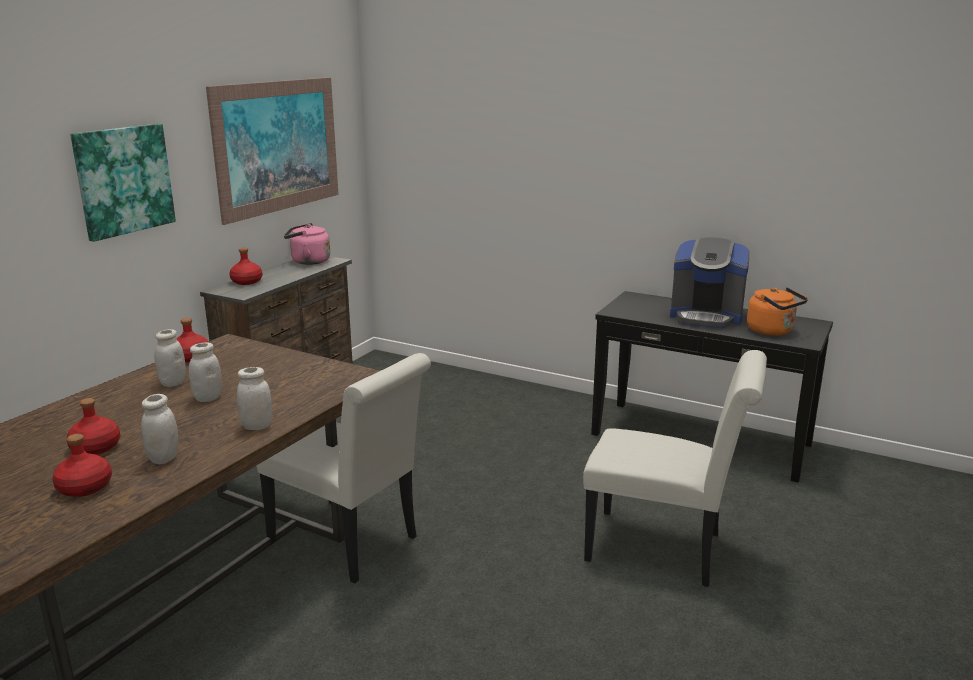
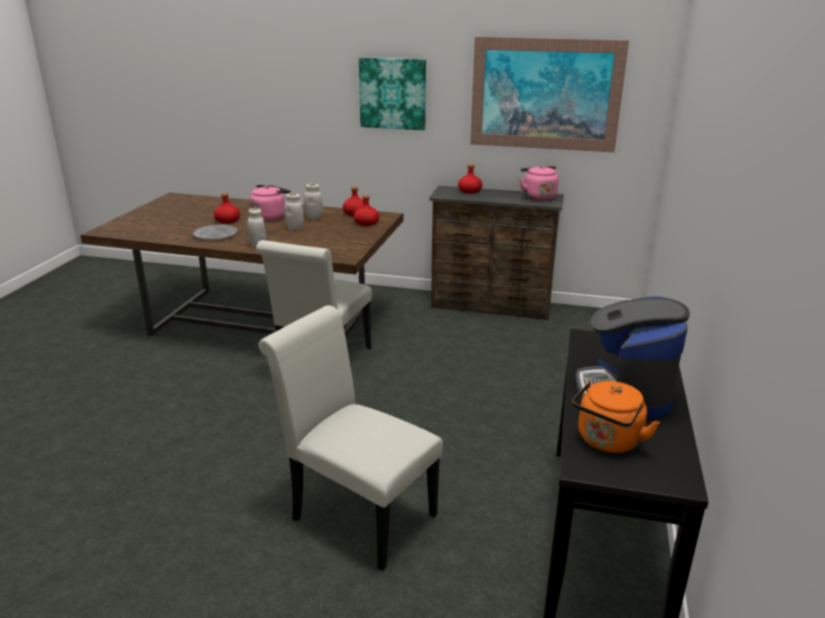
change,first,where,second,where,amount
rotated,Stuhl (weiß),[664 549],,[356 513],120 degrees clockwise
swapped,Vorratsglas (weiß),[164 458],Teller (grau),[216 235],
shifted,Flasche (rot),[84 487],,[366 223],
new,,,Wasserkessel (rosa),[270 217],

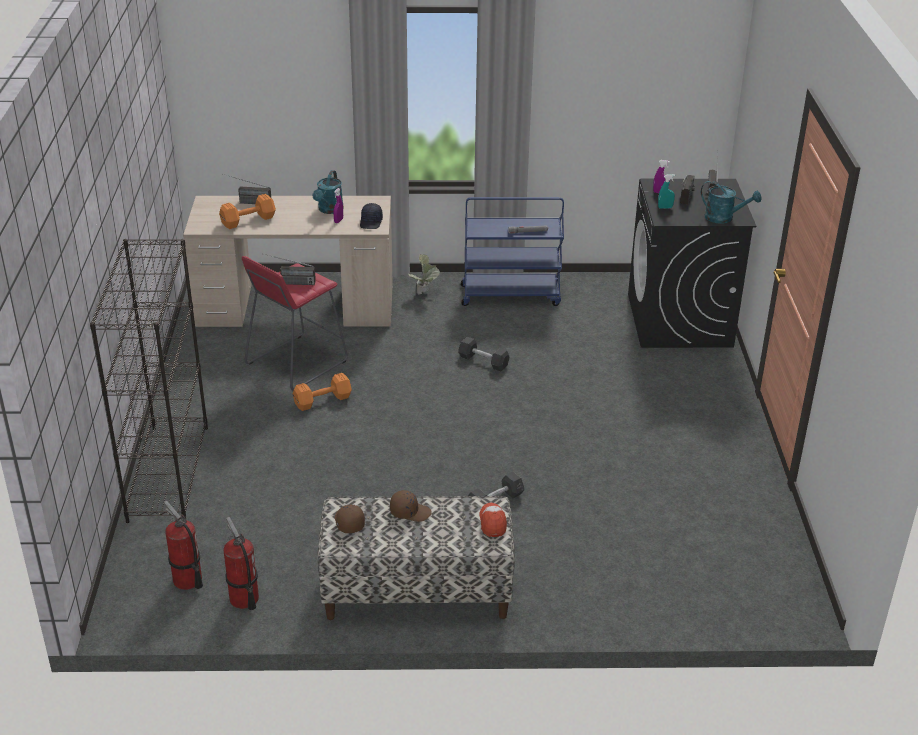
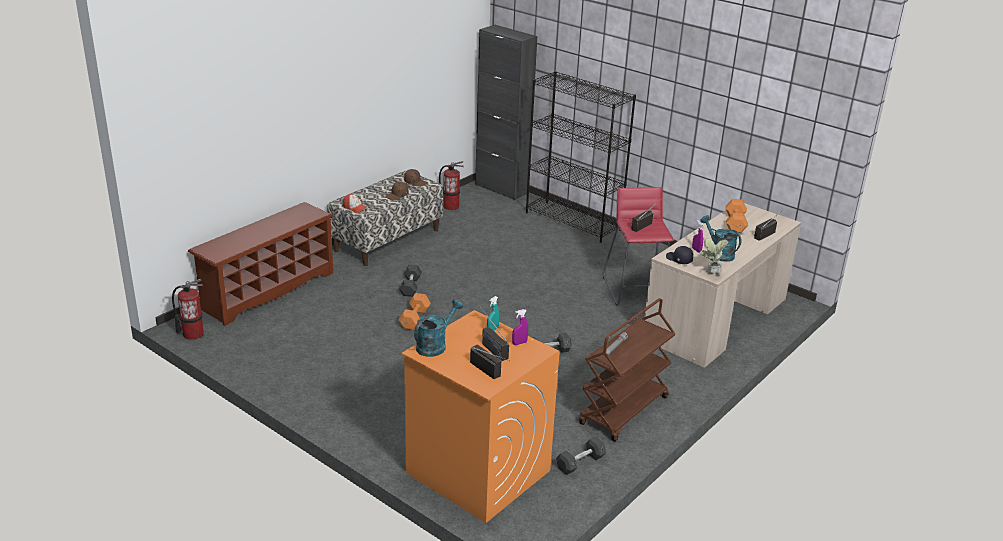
change,first,where,second,where,amount
repainted,Waschmaschine (schwarz),[680 321],Waschmaschine (orange),[477 471],
rotated,Gießkanne (türkis),[724 218],,[435 345],150 degrees clockwise
repainted,Rollwagen (blau),[511 295],Rollwagen (braun),[624 411],
shifted,Topfpflanze,[424 293],,[710 274],
shifted,Hantel (orange),[324 400],,[414 319],
shifted,Feuerlöscher,[187 580],,[193 334],
new,,,Schrank (schwarz),[501 189],
new,,,Schuhregal (braun),[268 290],
new,,,Hantel (grau),[580 463],

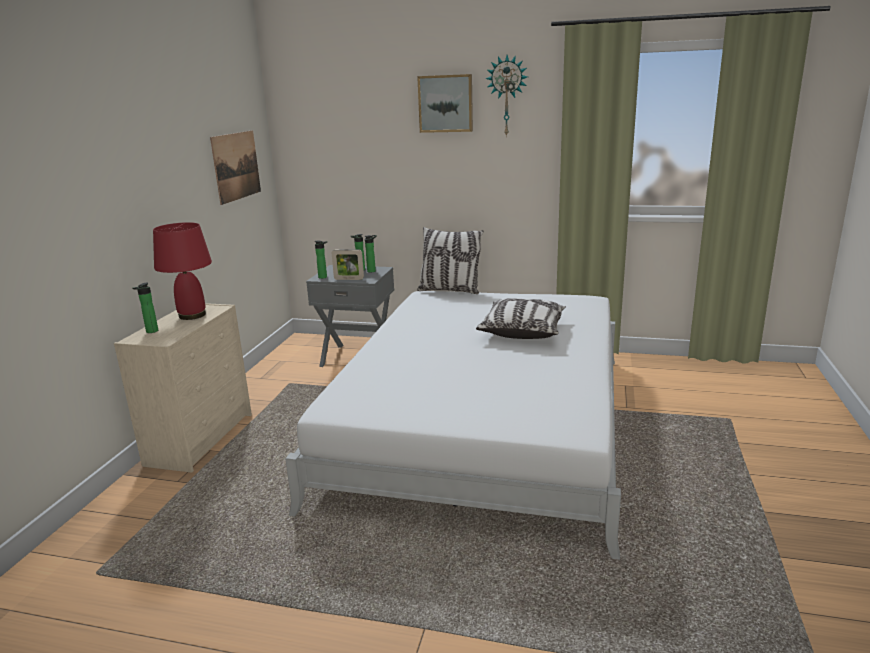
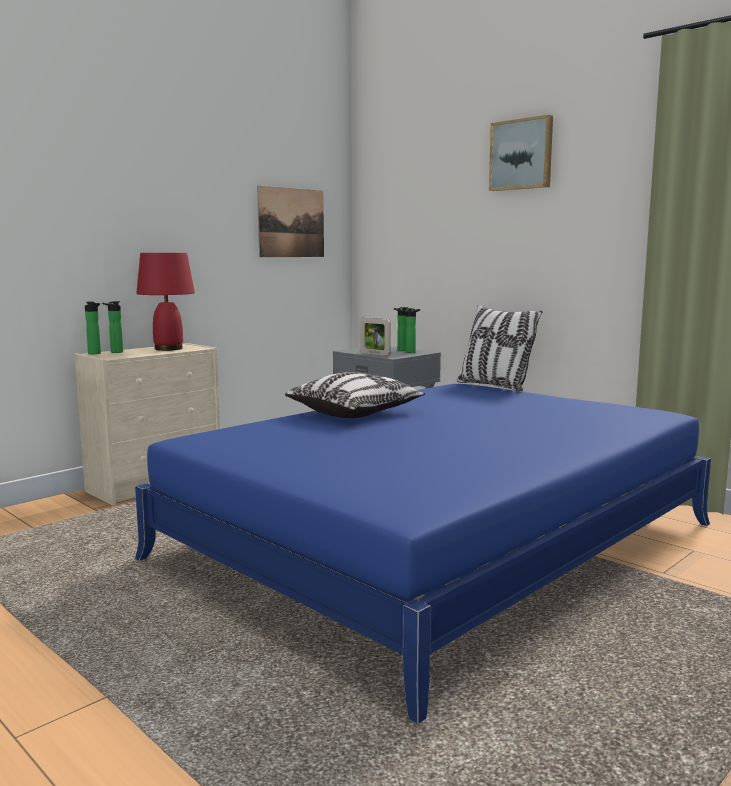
change,first,where,second,where,amount
gone,Wanduhr,[507 96],,,
shifted,Flasche,[324 277],,[95 353],
repainted,Bett (weiß),[483 424],Bett (blau),[439 541],
shifted,Kissen,[522 331],,[355 413],

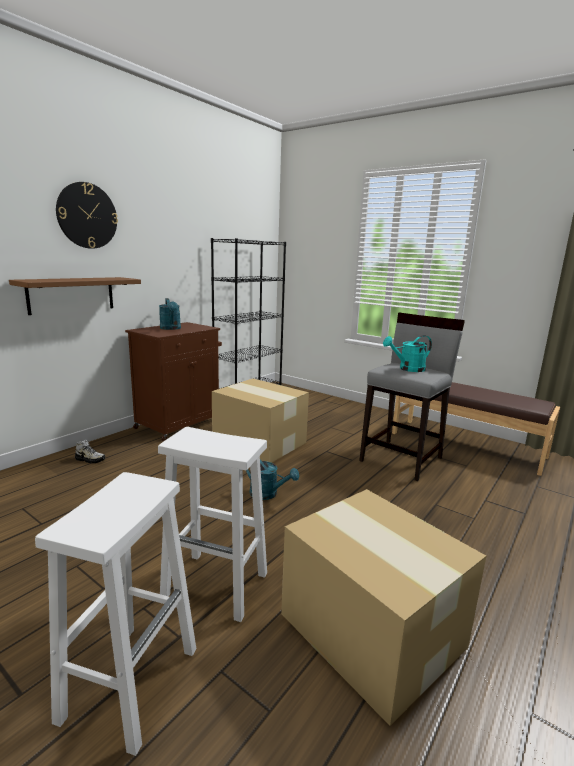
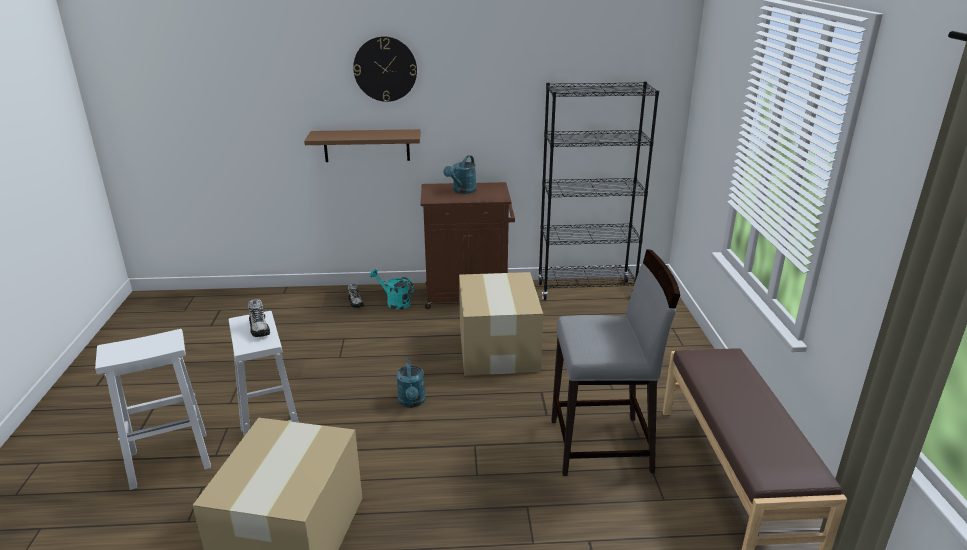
change,first,where,second,where,amount
shifted,Gießkanne (türkis),[408 369],,[394 302],
new,,,Schuh,[259 328],

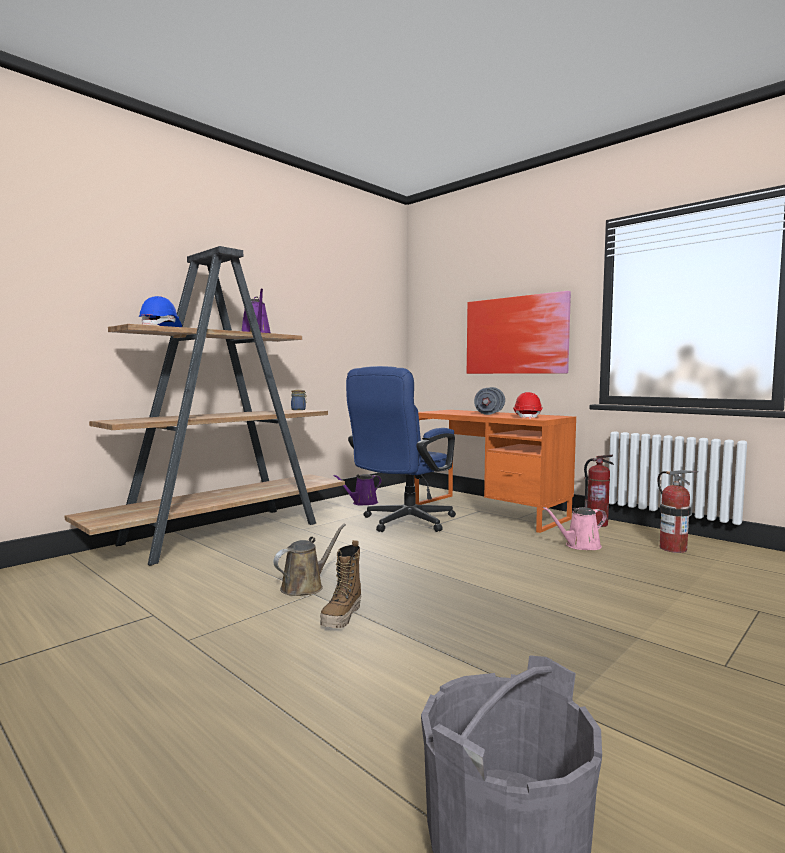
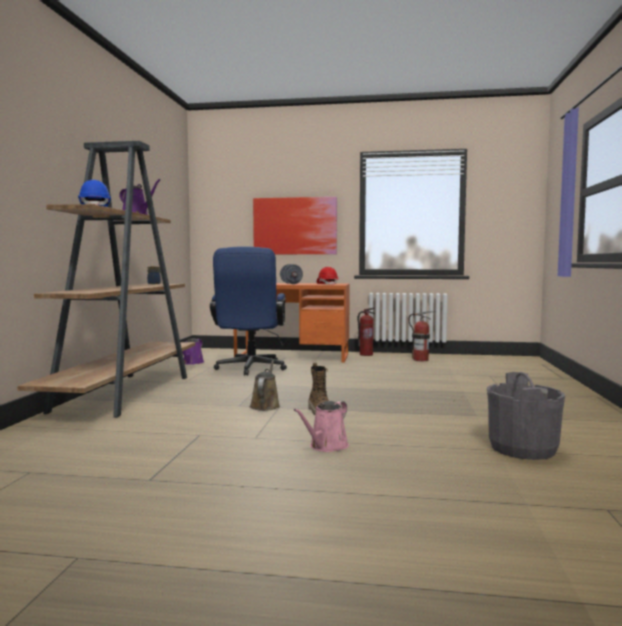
change,first,where,second,where,amount
shifted,Gießkanne (rosa),[580 546],,[326 446],

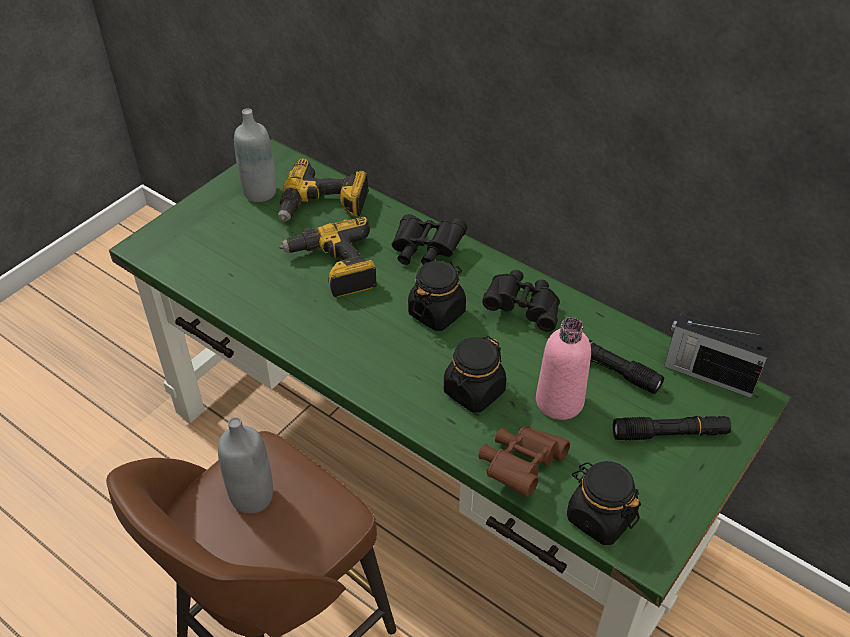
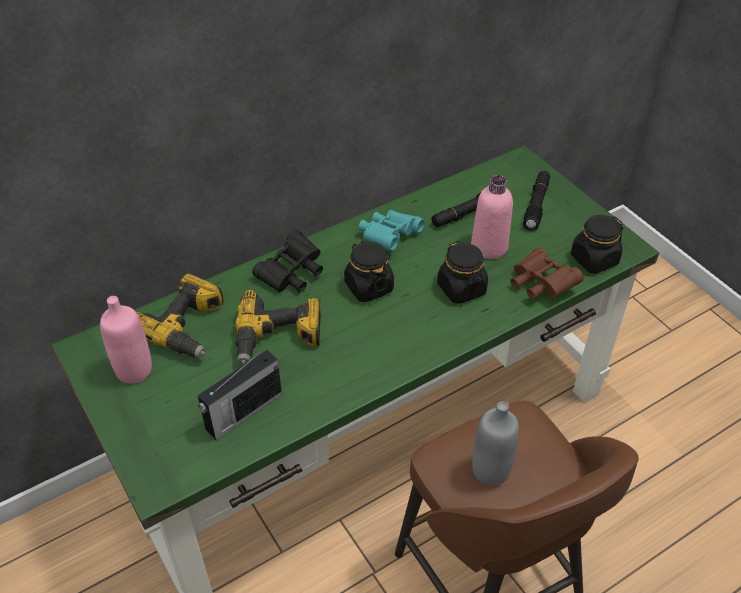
change,first,where,second,where,amount
repainted,Flasche (grau),[260 192],Flasche (rosa),[134 370],
repainted,Fernglas (schwarz),[523 309],Fernglas (türkis),[389 237],
shifted,Radio,[707 374],,[242 412],

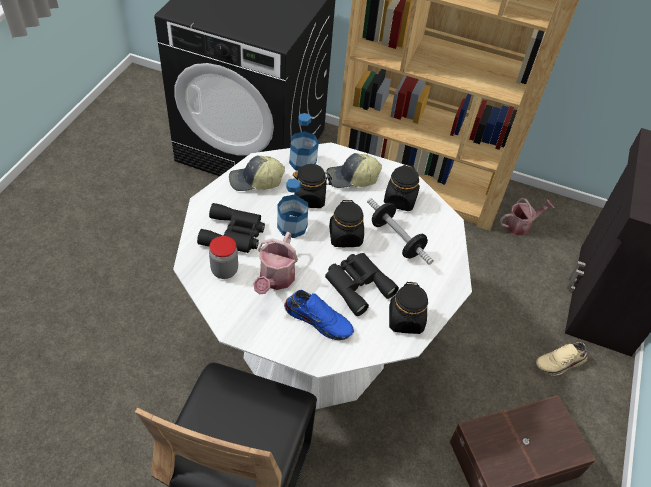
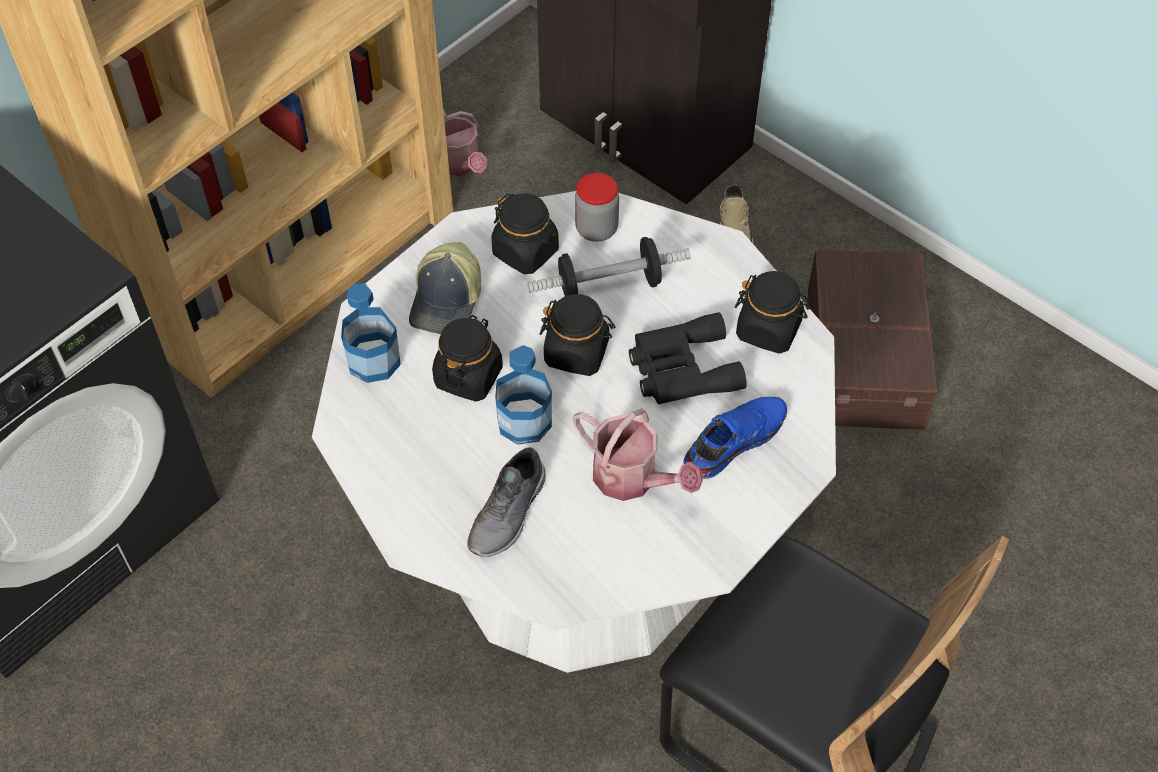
change,first,where,second,where,amount
gone,Kappe,[255 181],,,
rotated,Gießkanne,[520 225],,[461 165],150 degrees clockwise
swapped,Fernglas (schwarz),[234 234],Schuh (grau),[509 513],
shifted,Vorratsglas,[224 270],,[596 229],

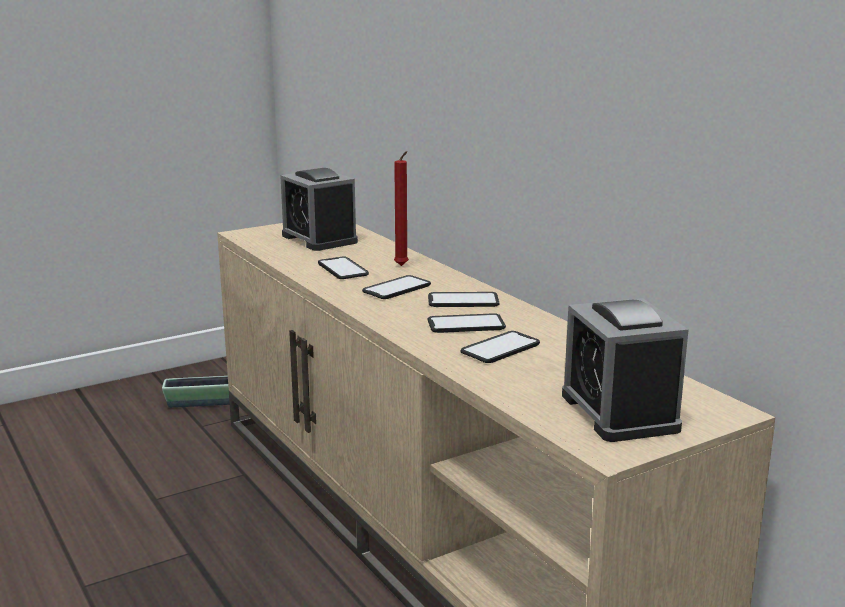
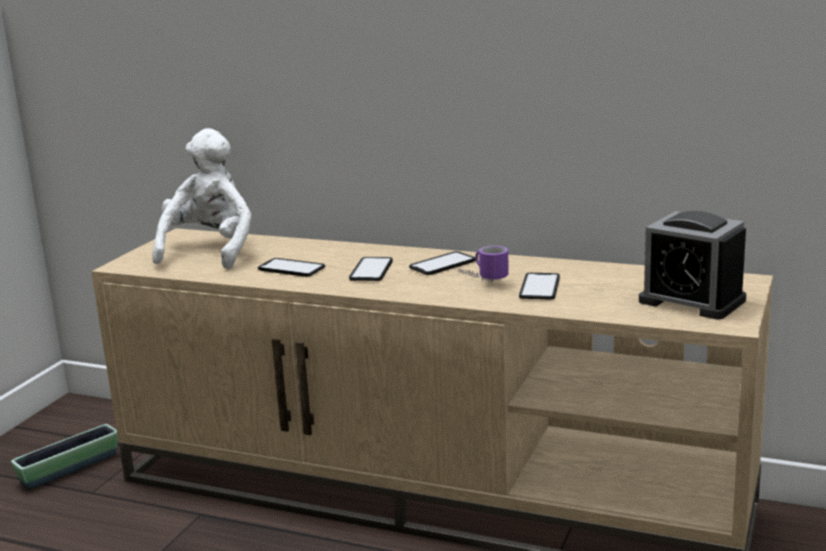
change,first,where,second,where,amount
gone,Kerze (rot),[402 266],,,
swapped,Wecker,[319 239],Plüschtier (weiß),[210 251],
swapped,Handy,[466 325],Henkelbecher,[481 279],

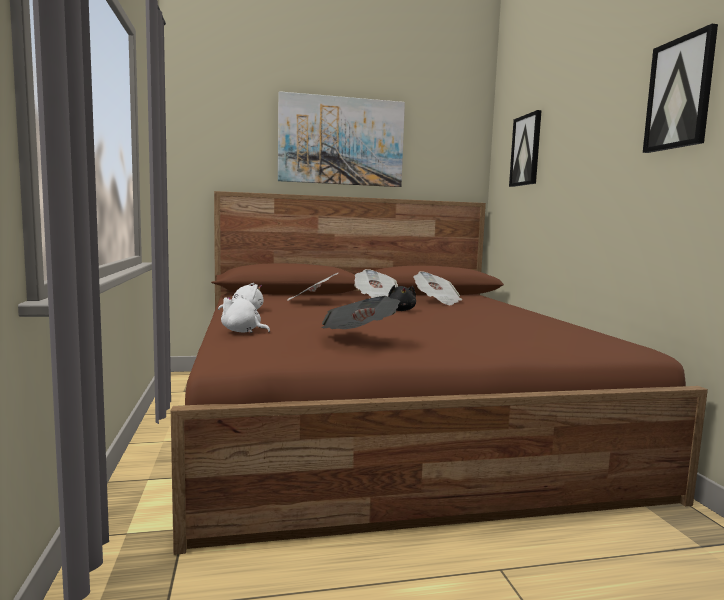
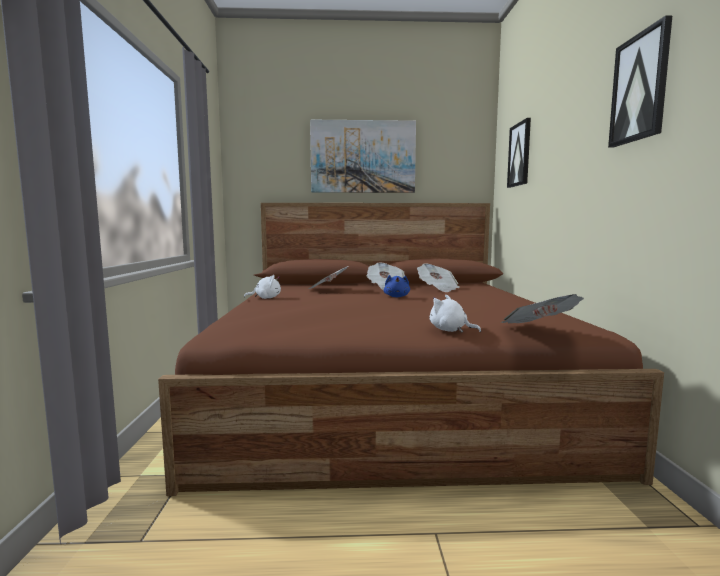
change,first,where,second,where,amount
repainted,Plüschtier (schwarz),[400 310],Plüschtier (blau),[396 297],
shifted,Plüschtier (weiß),[243 331],,[450 330],
shifted,Zeitung,[359 336],,[539 330],

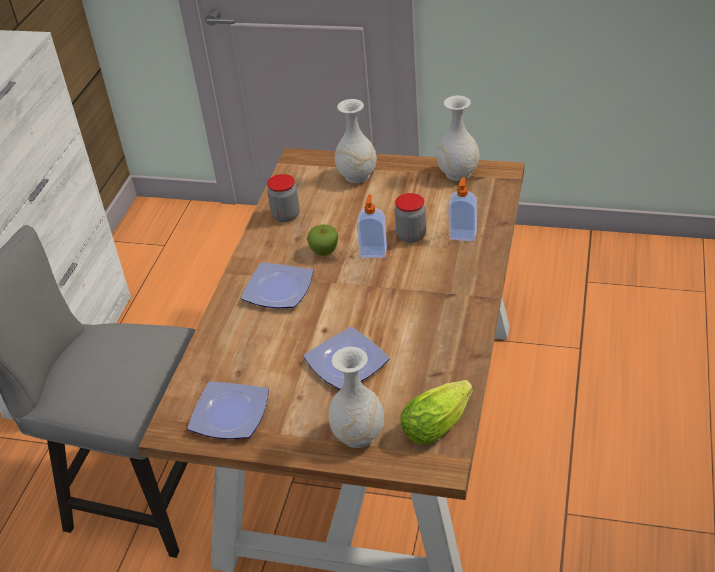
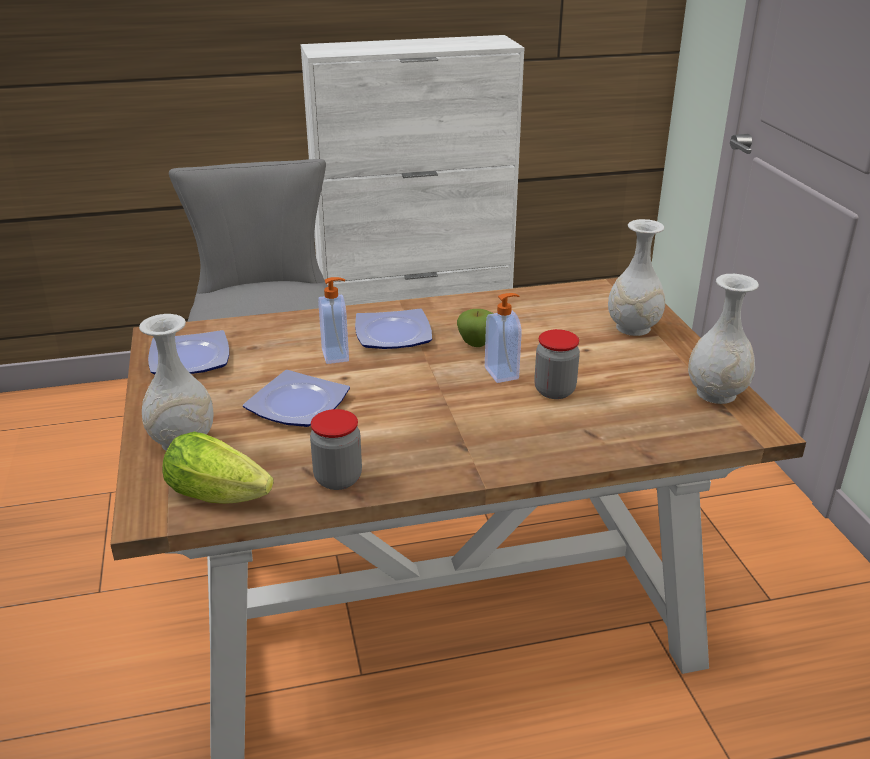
change,first,where,second,where,amount
shifted,Vorratsglas,[286 215],,[338 479],
shifted,Seifenspender,[463 234],,[336 355],

